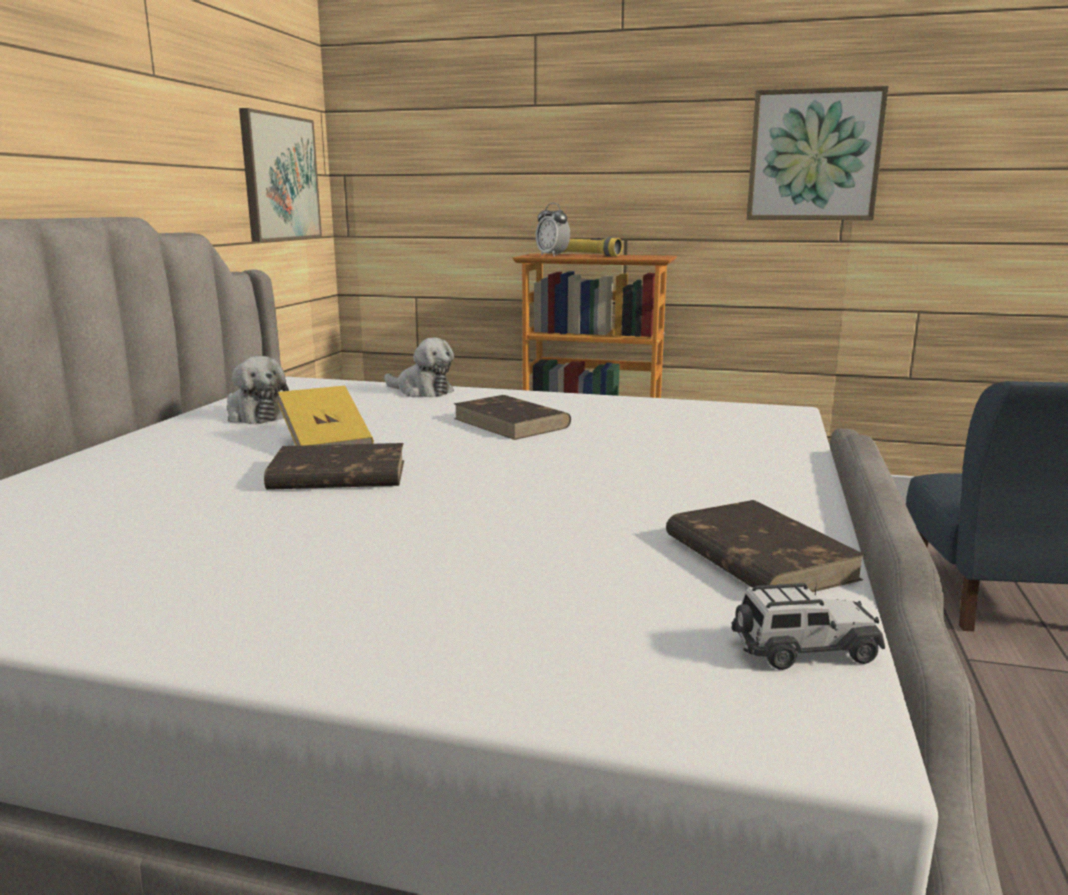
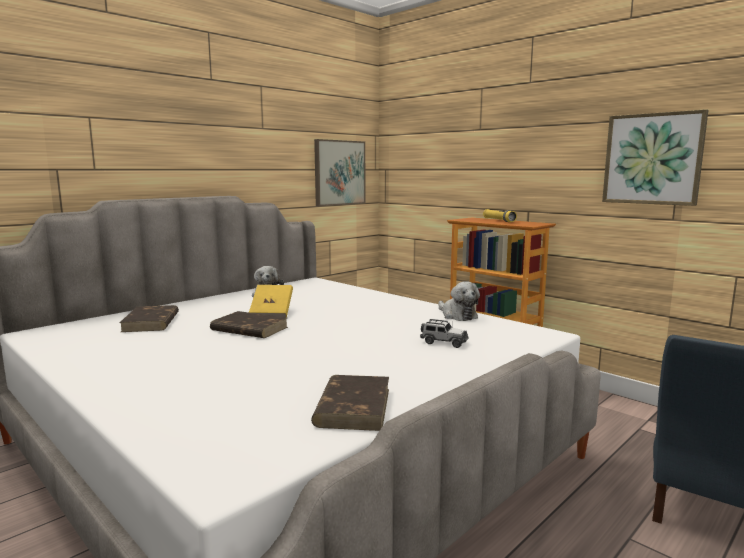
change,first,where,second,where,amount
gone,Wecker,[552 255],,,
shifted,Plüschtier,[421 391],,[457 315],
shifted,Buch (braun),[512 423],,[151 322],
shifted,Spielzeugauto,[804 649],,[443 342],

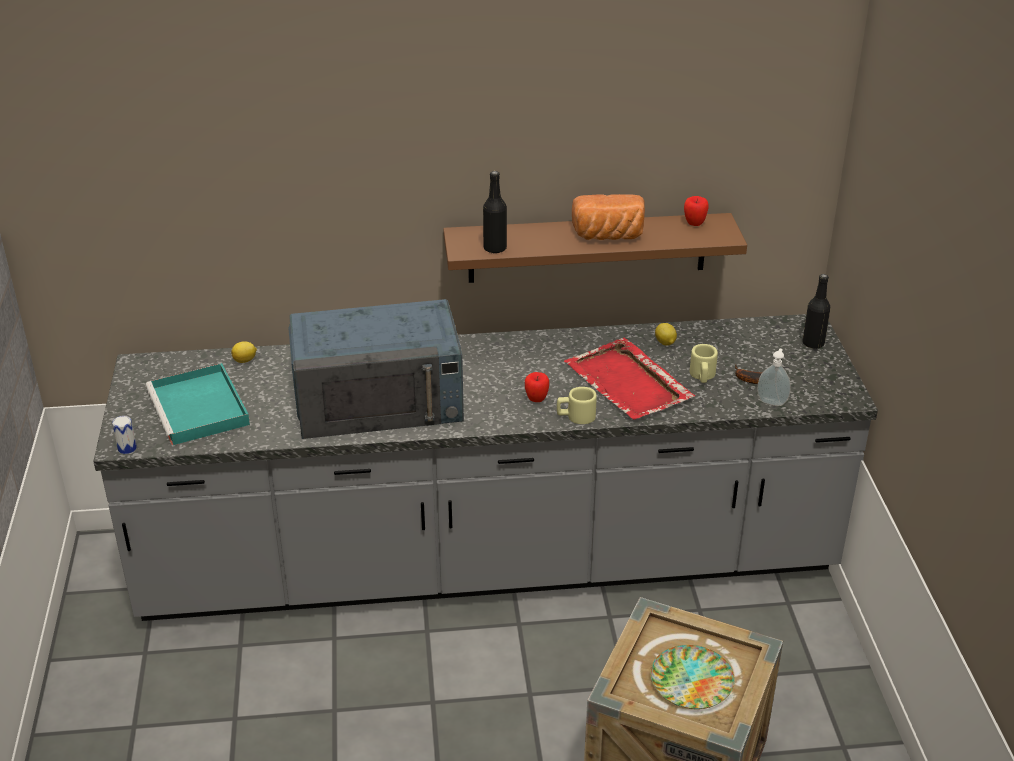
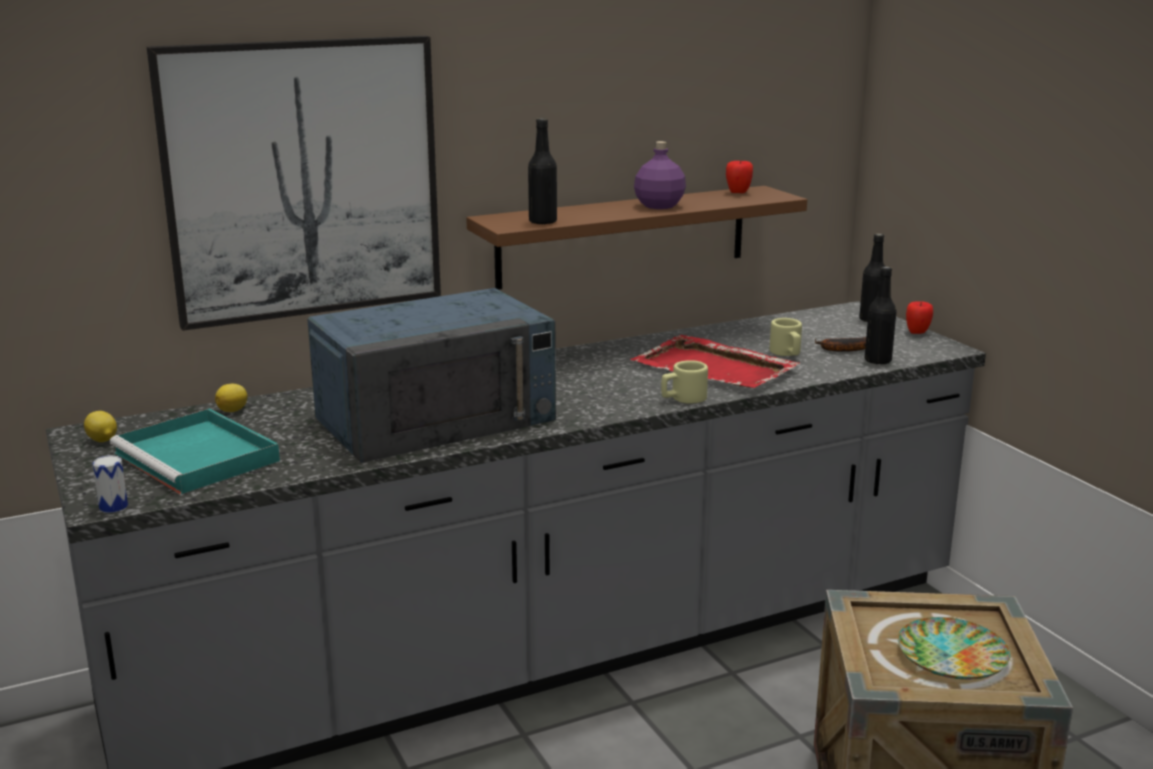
change,first,where,second,where,amount
swapped,Brot,[608 236],Flasche (lila),[658 206],
shifted,Zitrone,[665 343],,[102 440],
swapped,Seifenspender,[772 401],Flasche (schwarz),[877 361],
shifted,Apfel,[536 400],,[917 333],
new,,,Bild,[303 180],

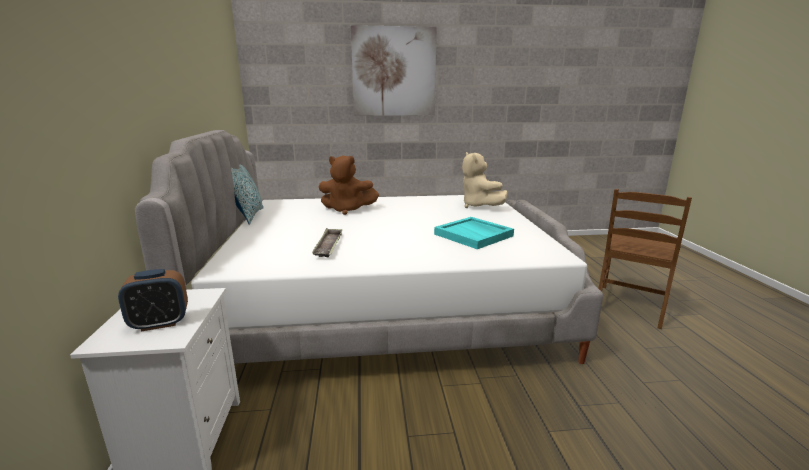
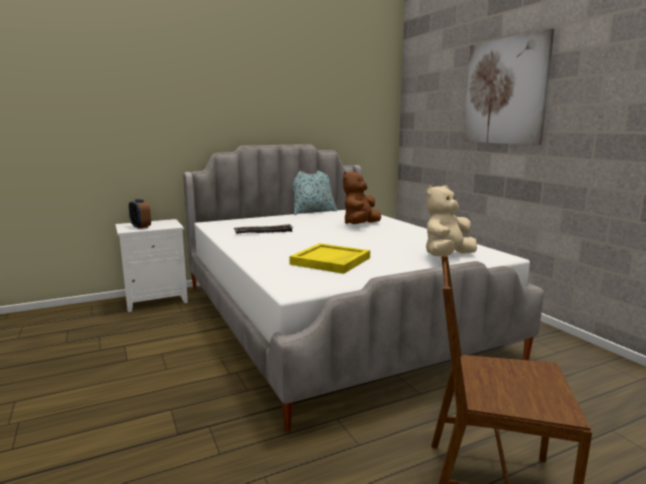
change,first,where,second,where,amount
rotated,Plüschtier (braun),[347 210],,[360 225],45 degrees clockwise
repainted,Tablett (türkis),[474 235],Tablett (gelb),[331 261],

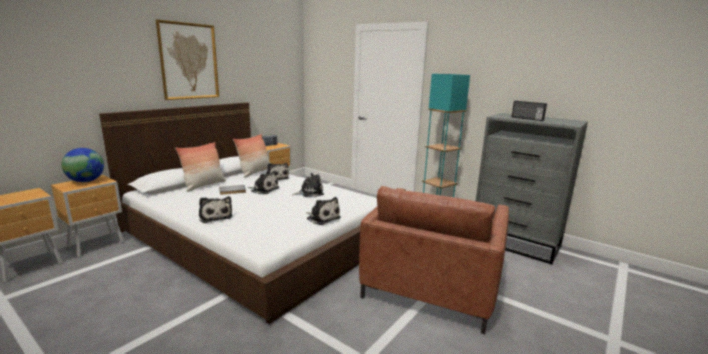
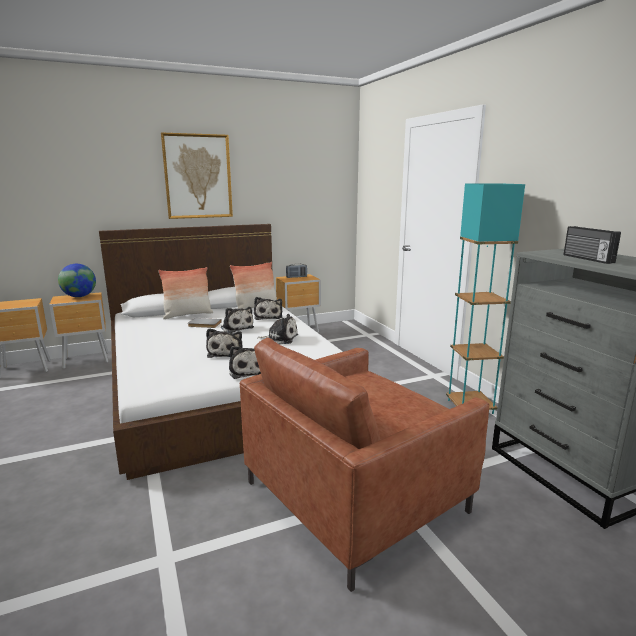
change,first,where,second,where,amount
shifted,Plüschtier,[215 216],,[226 352],

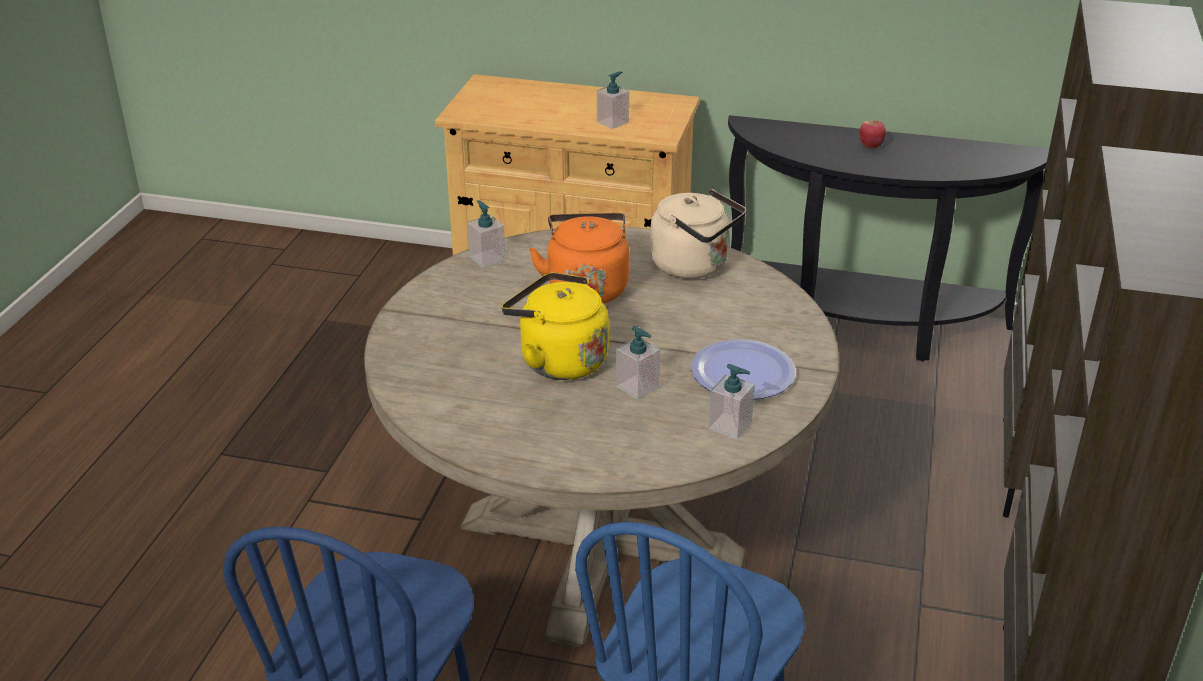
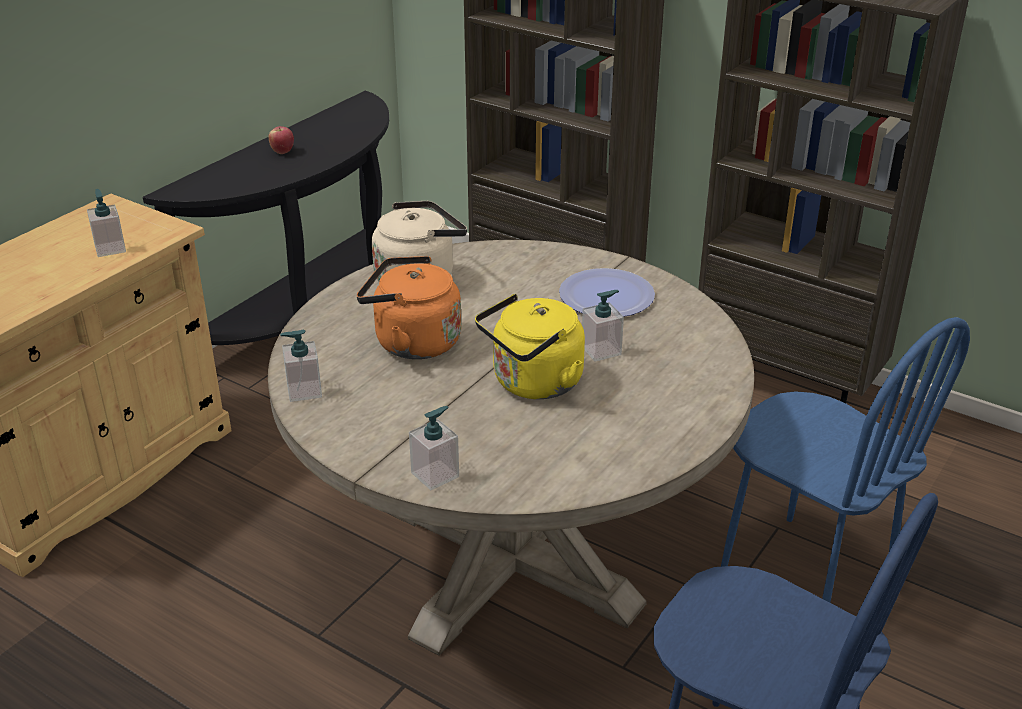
change,first,where,second,where,amount
shifted,Seifenspender,[730 426],,[435 474],

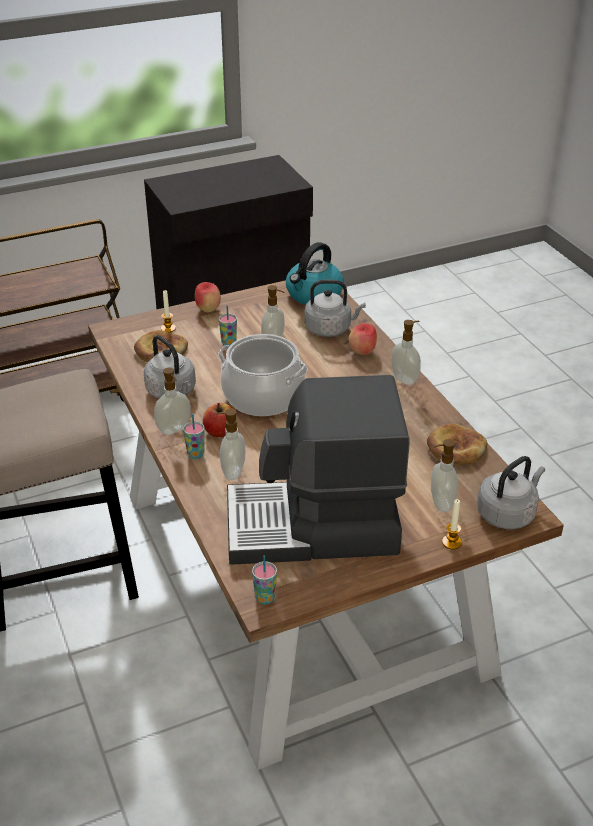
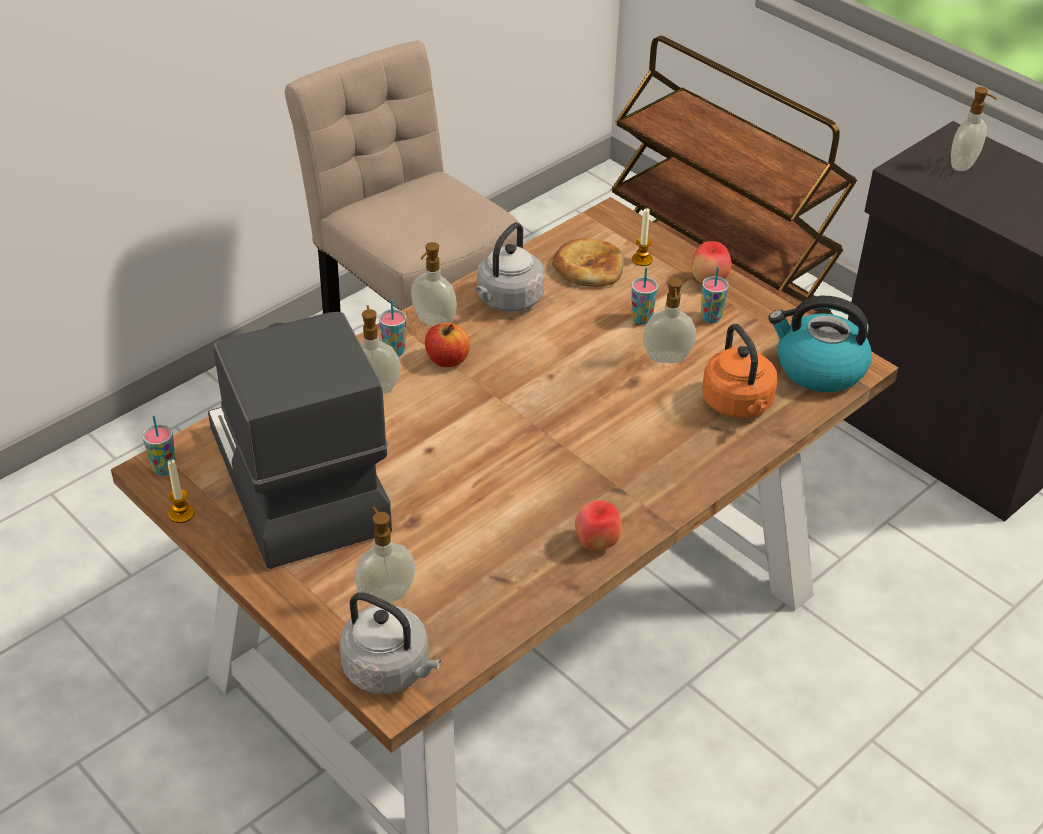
change,first,where,second,where,amount
repainted,Wasserkessel (grau),[330 329],Wasserkessel (orange),[738 405],
shifted,Seifenspender,[405 379],,[964 165],
shifted,Apfel,[362 352],,[596 543],
gone,Kochtopf,[262 396],,,
gone,Brot,[455 449],,,
shifted,Kerze,[451 542],,[181 514],
new,,,Tasse,[711 317],

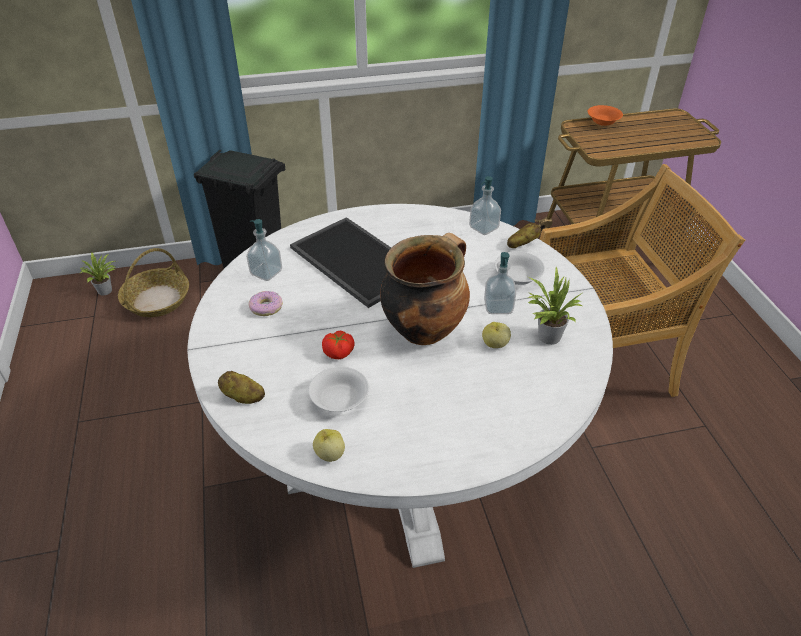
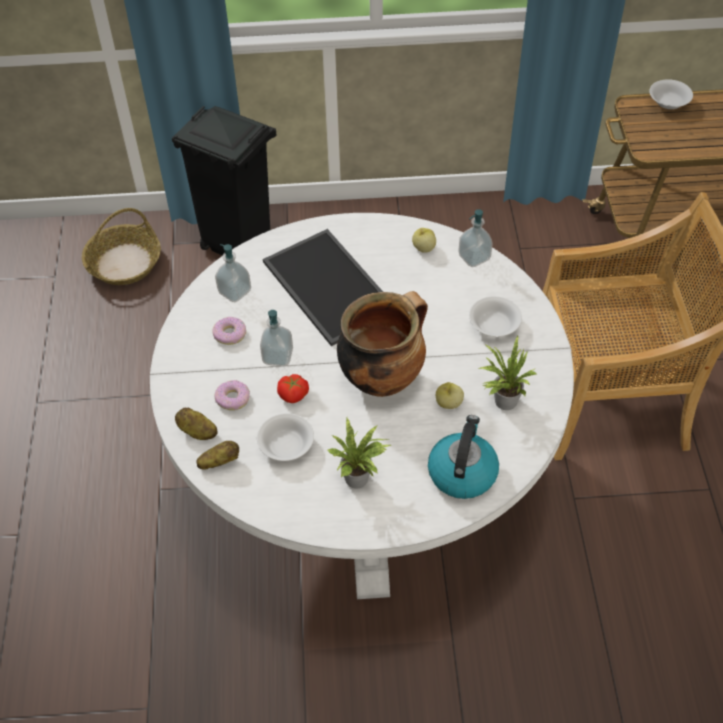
change,first,where,second,where,amount
repainted,Schüssel (orange),[603 122],Schüssel (weiß),[668 102],
shifted,Kartoffel,[522 244],,[219 462],
shifted,Topfpflanze,[106 291],,[360 479],
shifted,Seifenspender,[498 307],,[277 356],
shifted,Apfel,[329 454],,[423 248],
new,,,Donut,[233 398],
new,,,Wasserkessel,[462 472],

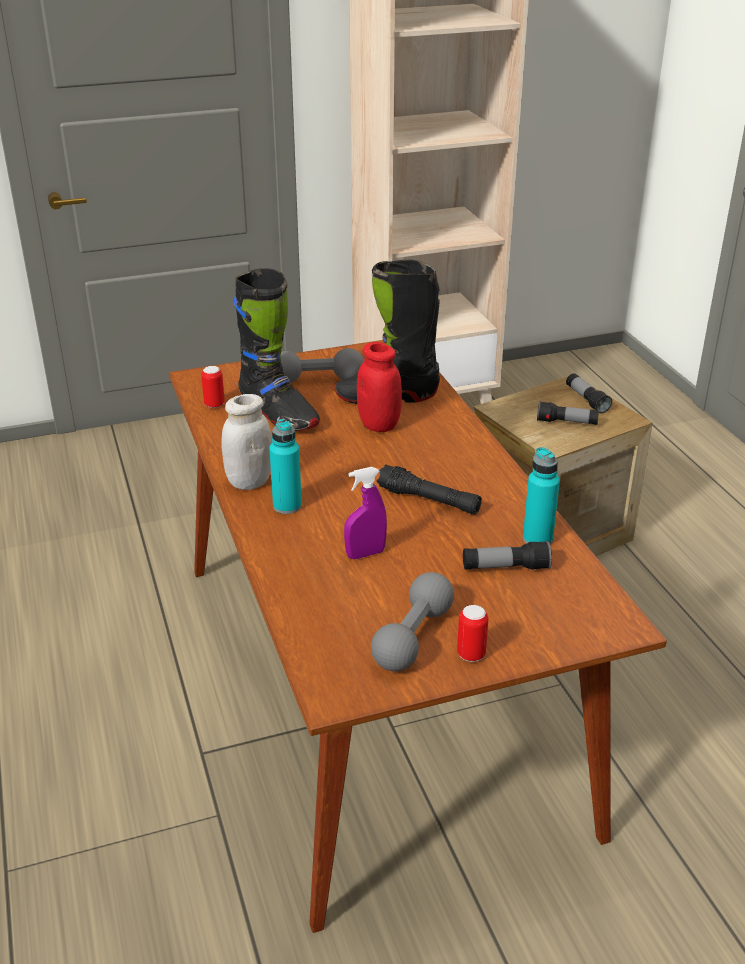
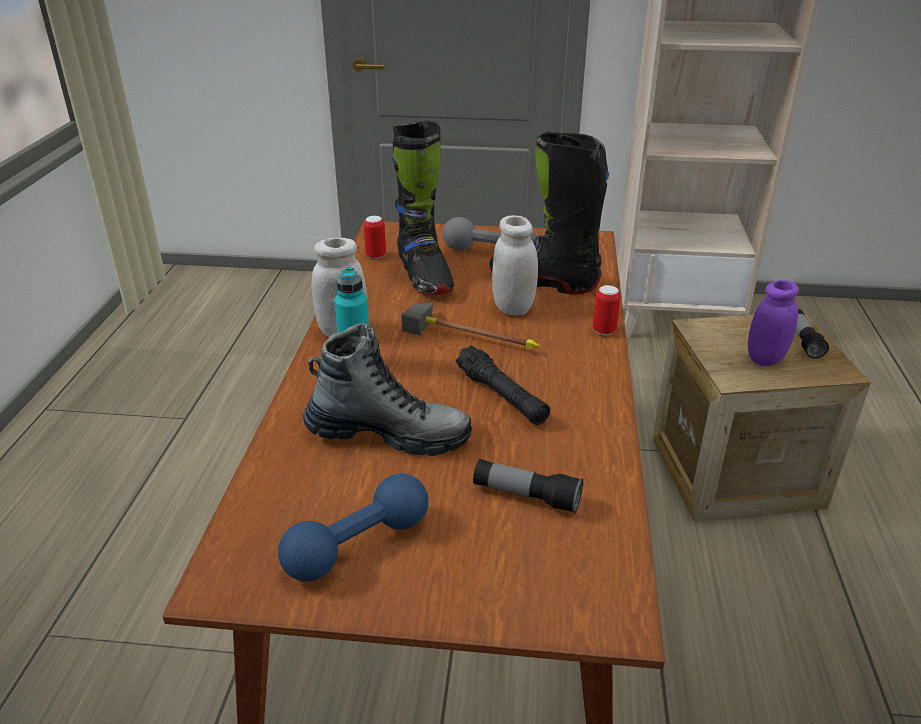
change,first,where,second,where,amount
repainted,Vorratsglas (rot),[379 425],Vorratsglas (weiß),[513 307],
swapped,Taschenlampe,[566 422],Vorratsglas (lila),[765 359],
gone,Flasche (türkis),[537 539],,,
swapped,Sprühflasche (lila),[365 554],Stiefel,[388 434],
repainted,Hantel (grau),[413 637],Hantel (blau),[358 545],
shifted,Dose,[471 654],,[604 330],
new,,,Hammer,[476 335],

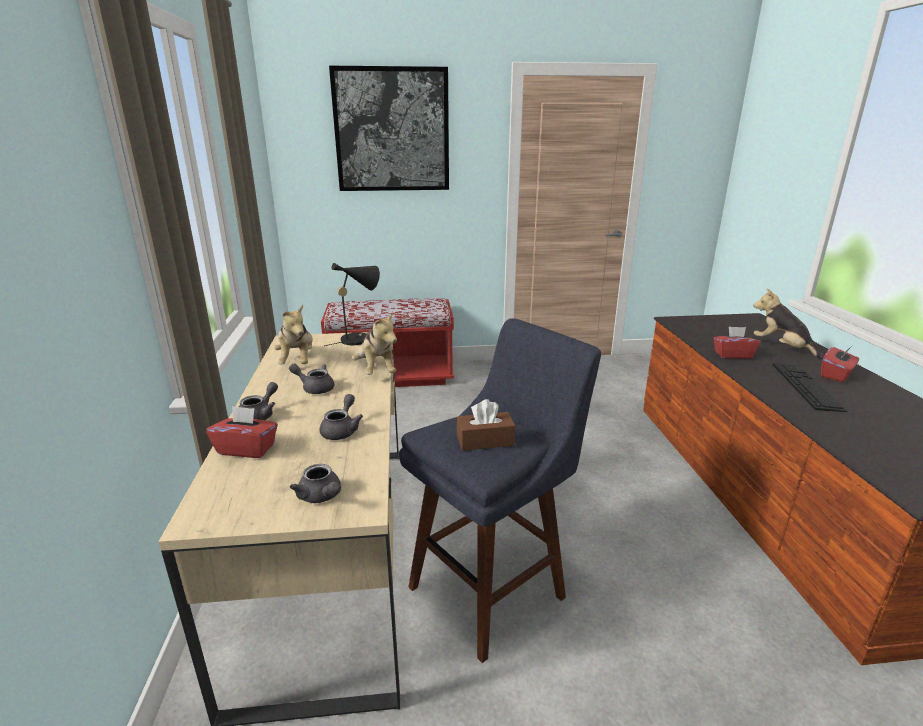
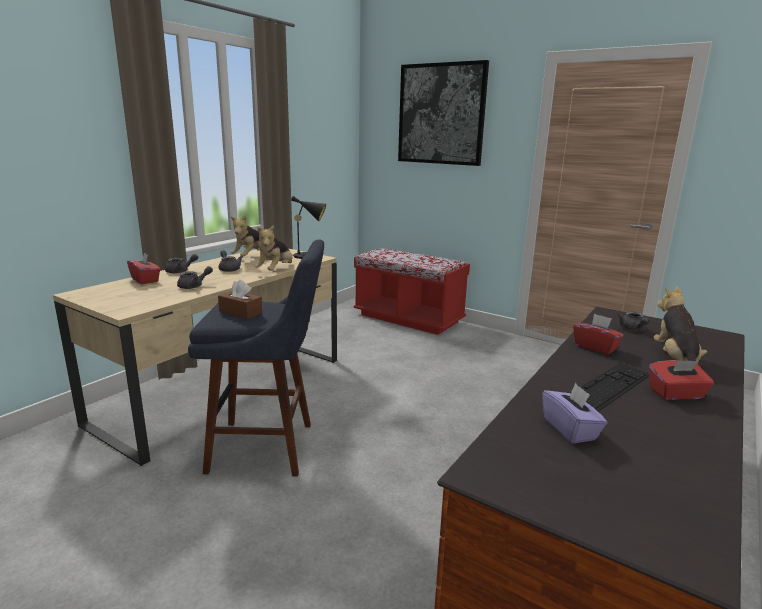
change,first,where,second,where,amount
shifted,Teekanne (grau),[321 497],,[633 329],
new,,,Taschentuchbox (lila),[570 429],

